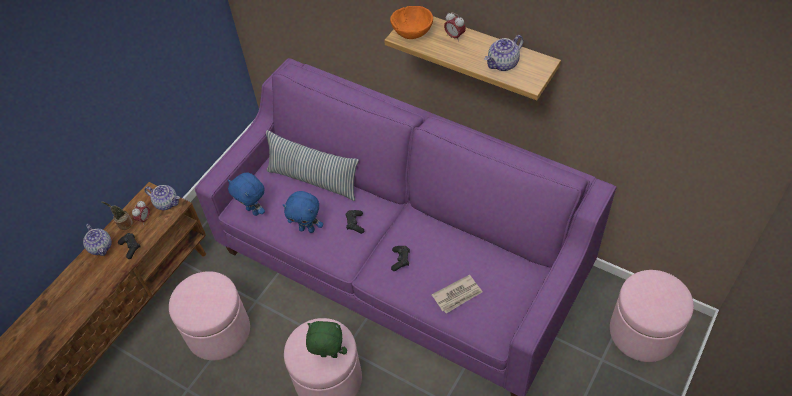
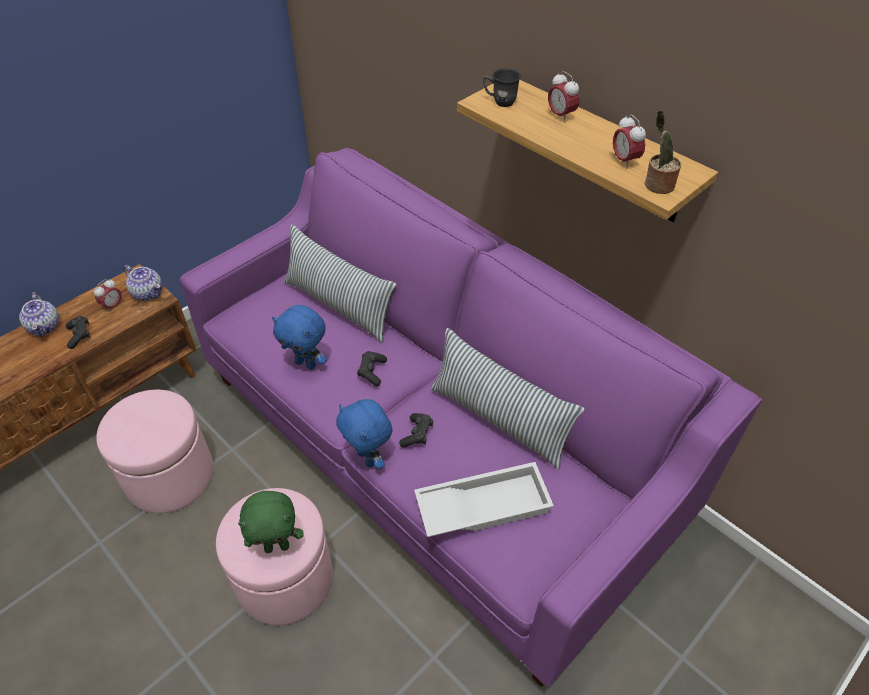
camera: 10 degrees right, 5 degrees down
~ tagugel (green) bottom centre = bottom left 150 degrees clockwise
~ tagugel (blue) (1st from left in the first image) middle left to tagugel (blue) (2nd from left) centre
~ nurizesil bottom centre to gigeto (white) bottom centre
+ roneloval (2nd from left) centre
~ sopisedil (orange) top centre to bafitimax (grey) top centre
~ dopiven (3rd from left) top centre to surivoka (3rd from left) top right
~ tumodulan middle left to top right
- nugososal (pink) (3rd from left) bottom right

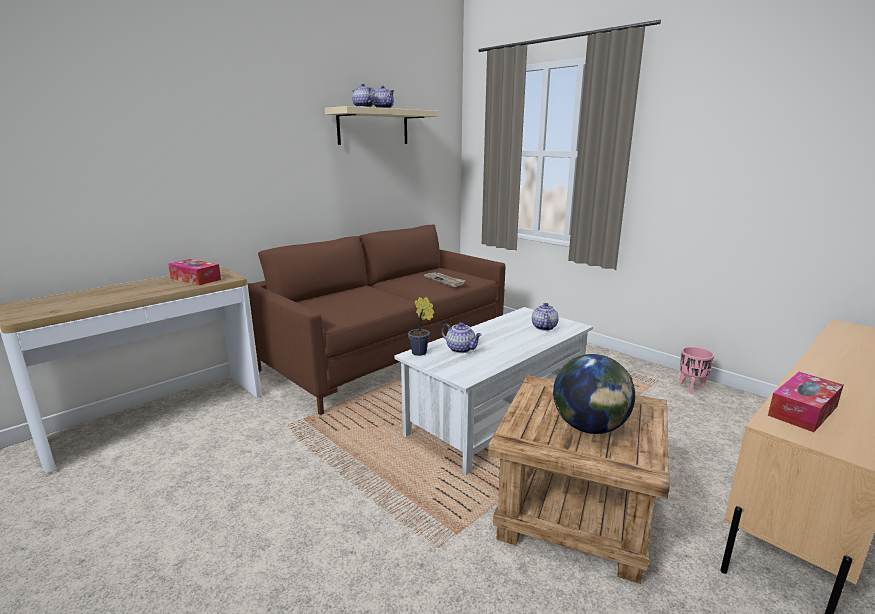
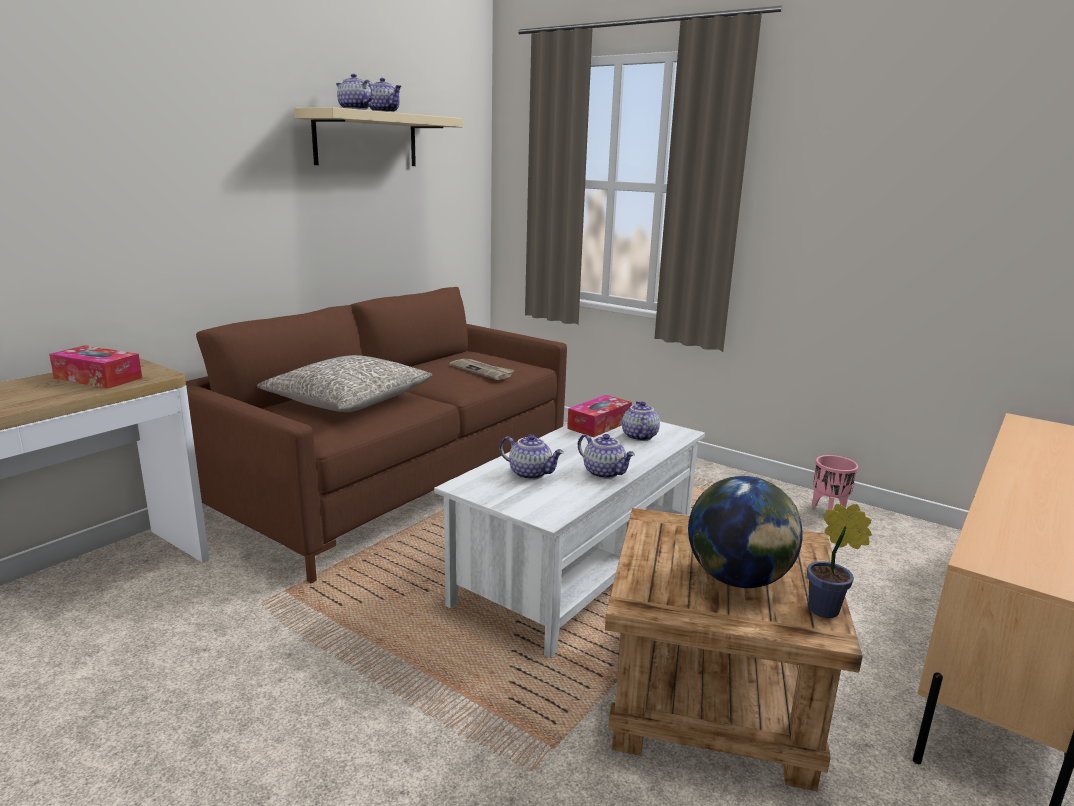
camera: 10 degrees left, 0 degrees up
+ roneloval (grey) middle left
~ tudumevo (2nd from left) middle right to centre
+ dopiven (4th from left) centre
~ tumodulan centre to bottom right

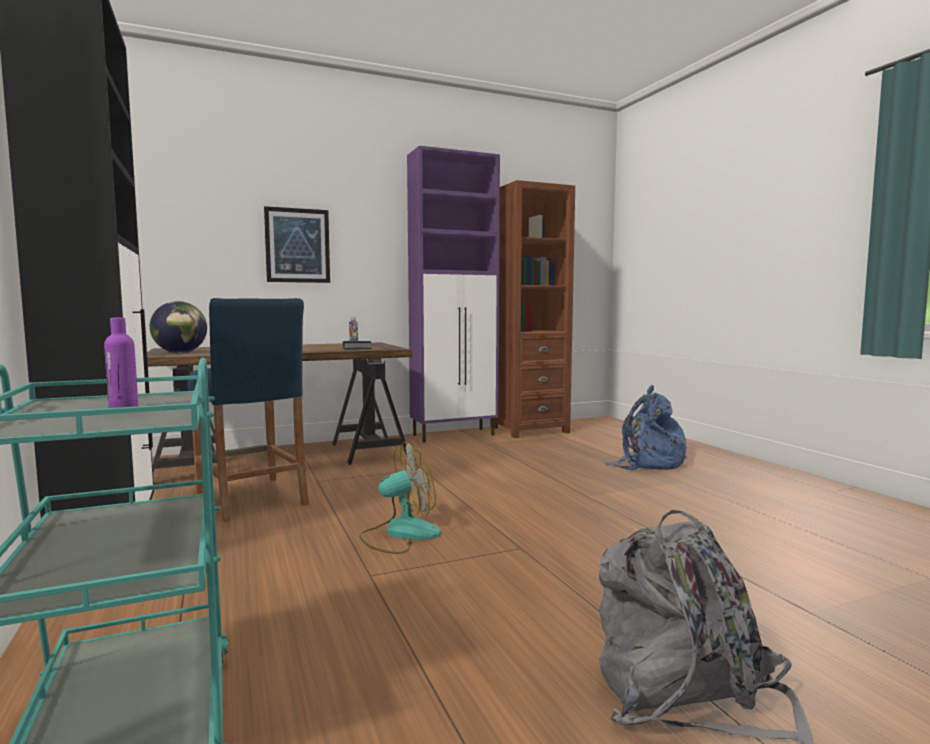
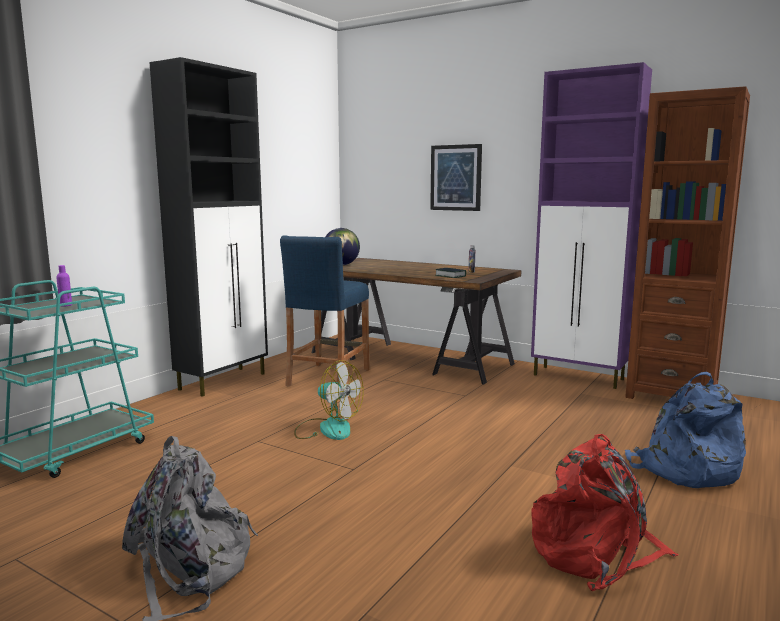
camera: 55 degrees right, 5 degrees up
+ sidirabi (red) bottom right

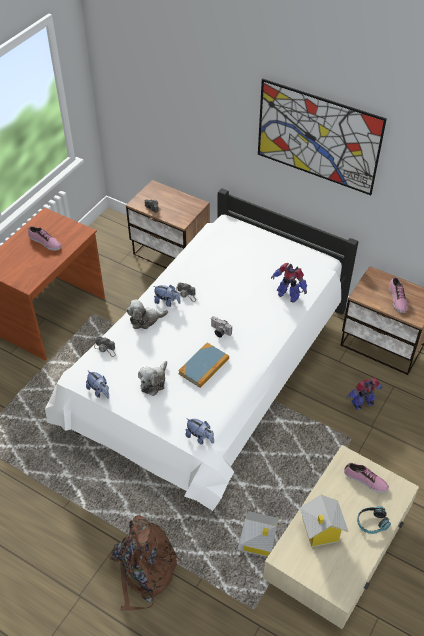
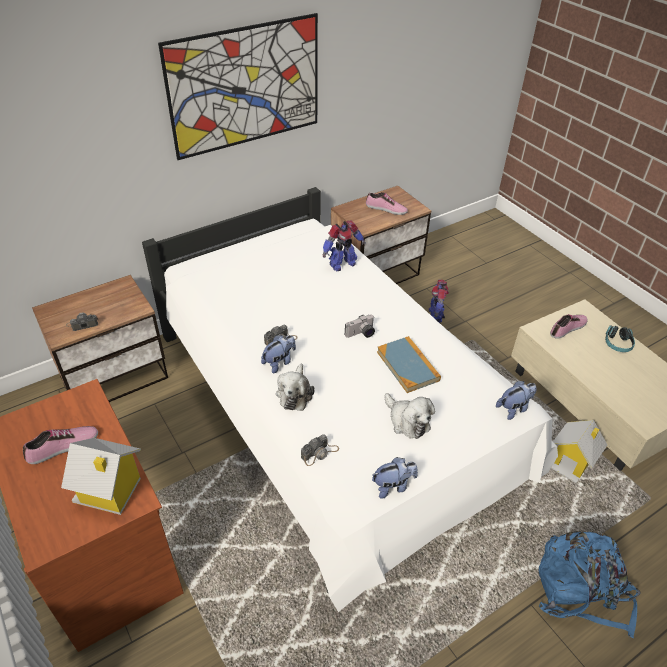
camera: 65 degrees left, 5 degrees down
~ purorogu (2nd from left in the first image) bottom right to purorogu (1st from left) bottom left
~ sidirabi (brown) bottom centre to sidirabi (blue) bottom right

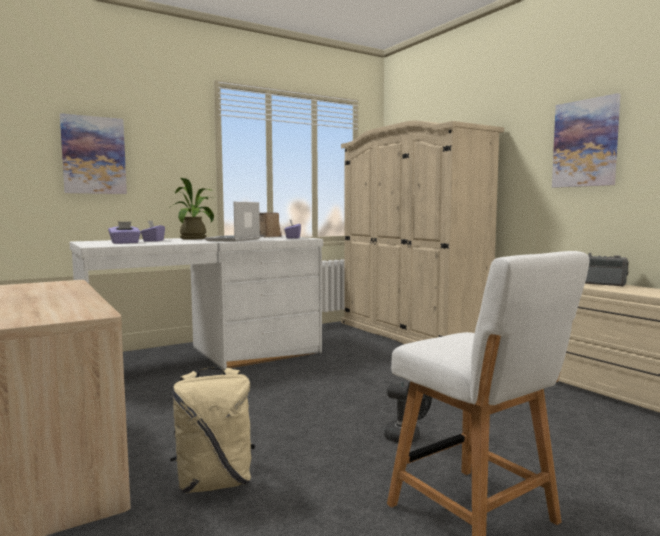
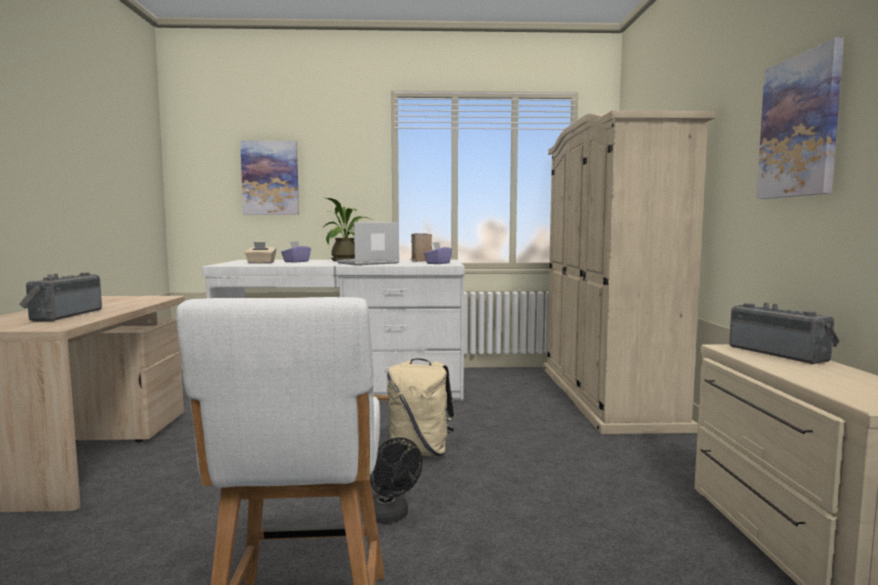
camera: 30 degrees right, 0 degrees up
+ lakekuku (1st from left) middle left
~ tudumevo (purple) (1st from left) middle left to tudumevo (beige) middle left
~ sidirabi (beige) bottom left to bottom centre

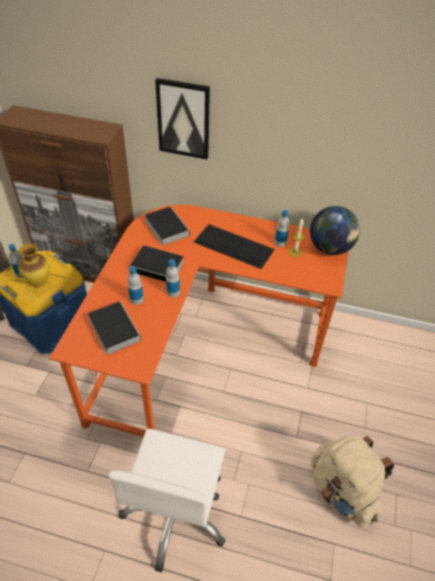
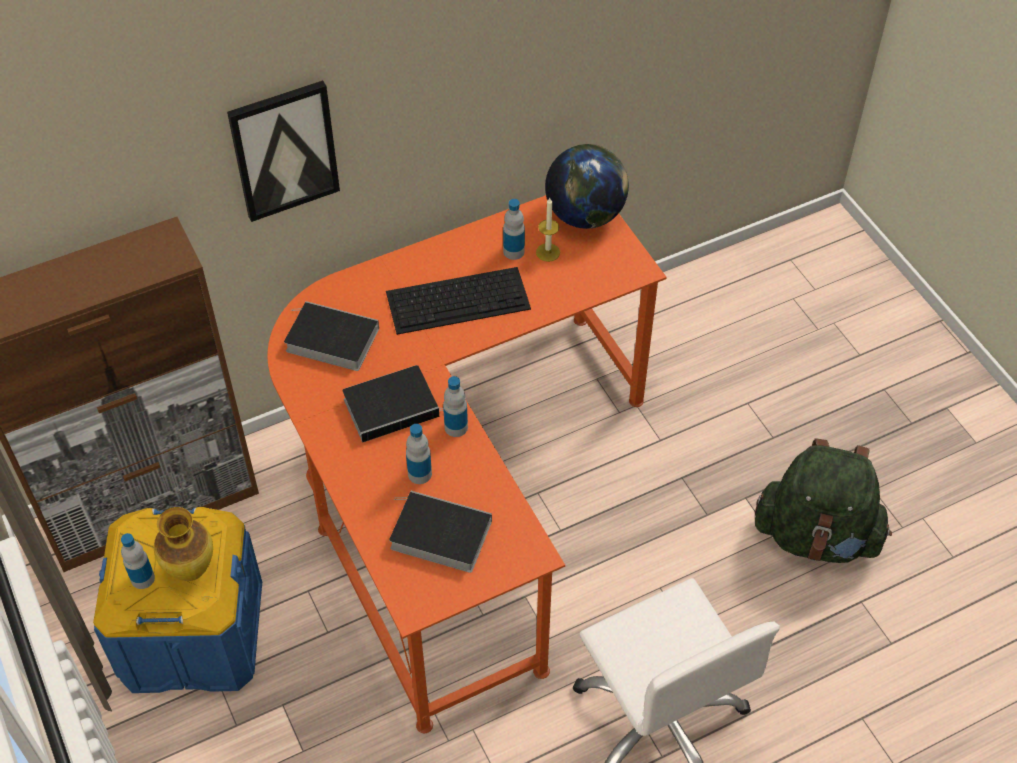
camera: 40 degrees left, 5 degrees up
~ sidirabi (beige) bottom right to sidirabi (green) middle right

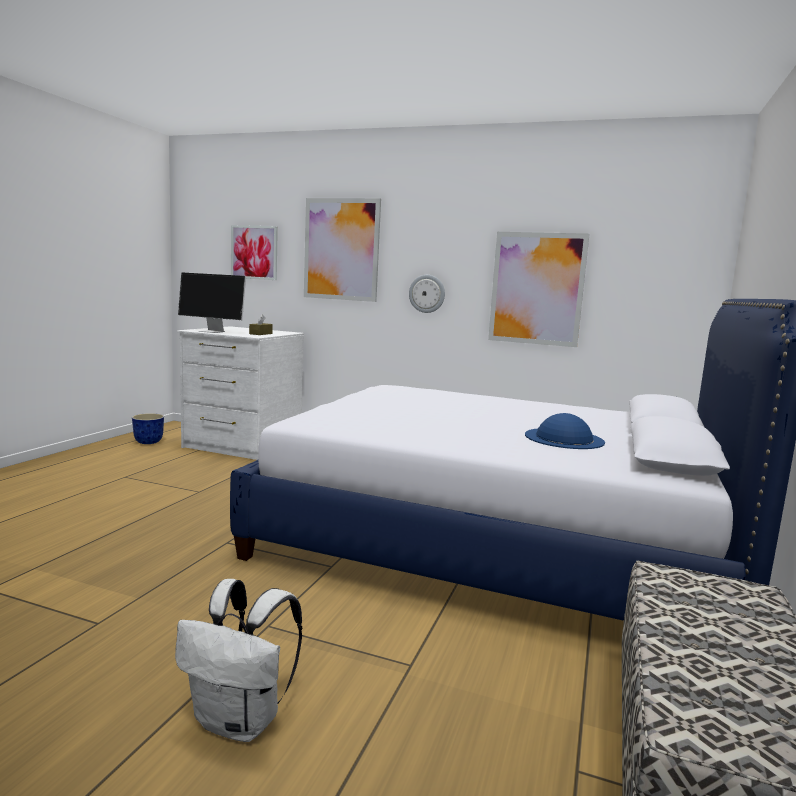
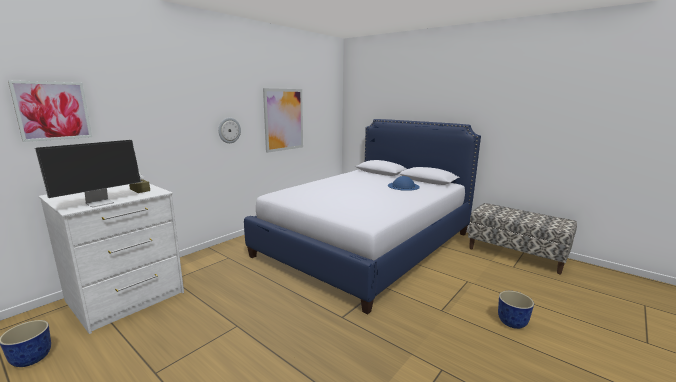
camera: 70 degrees left, 5 degrees up
~ sidirabi (white) bottom left to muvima (2nd from left) bottom right
- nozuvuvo (2nd from left) top centre

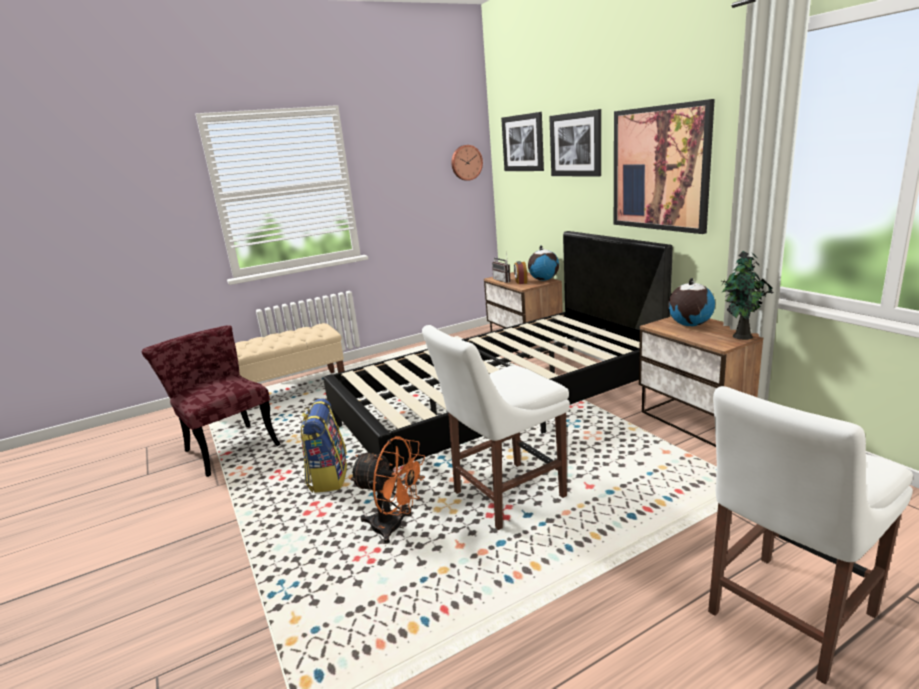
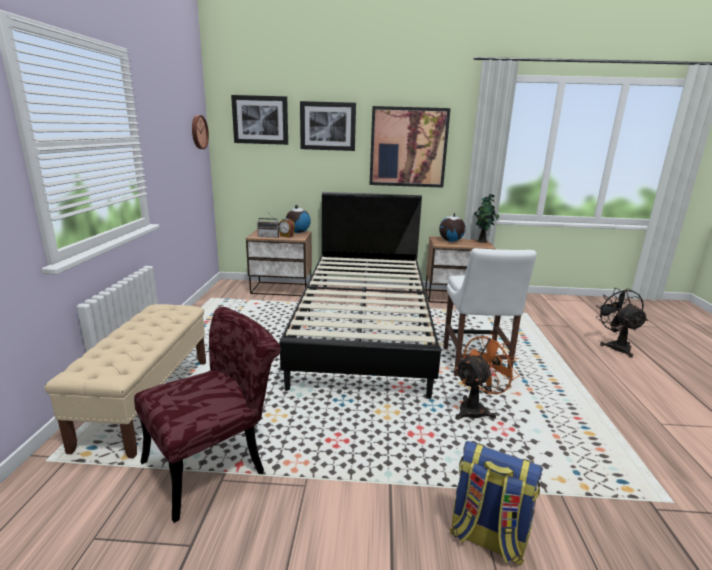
camera: 60 degrees left, 0 degrees up
~ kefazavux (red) middle left = bottom left 150 degrees clockwise
~ sidirabi centre to bottom right
~ kefazavux (white) (2nd from left) bottom right to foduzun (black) middle right

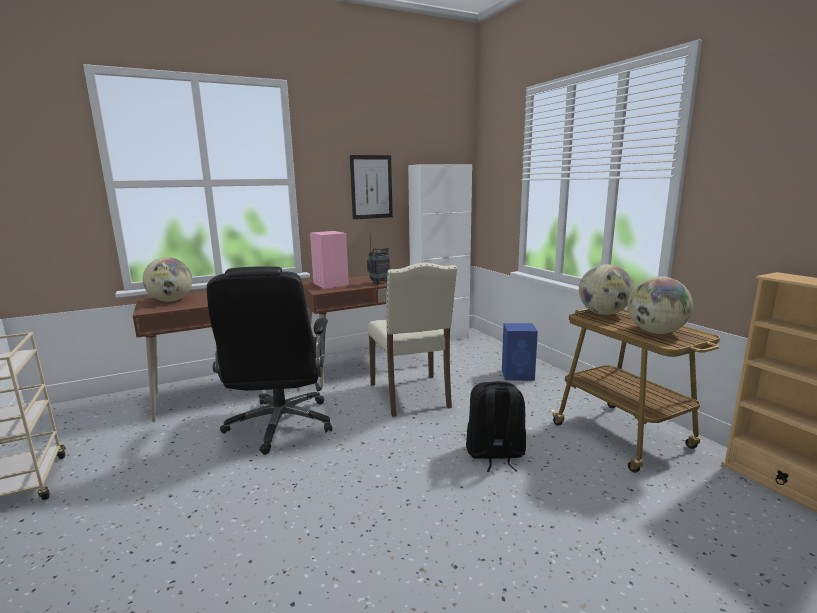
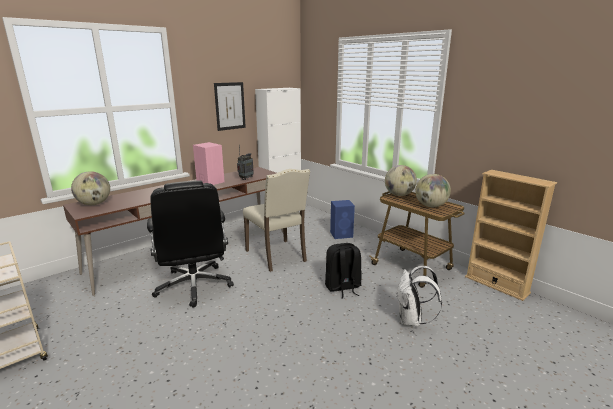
camera: 15 degrees left, 5 degrees up
+ sidirabi (white) bottom right

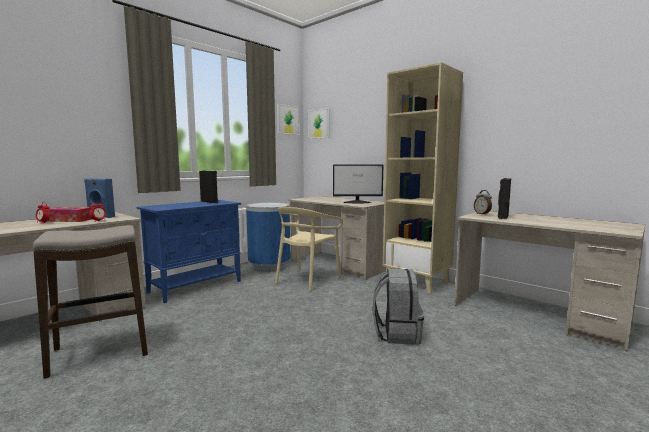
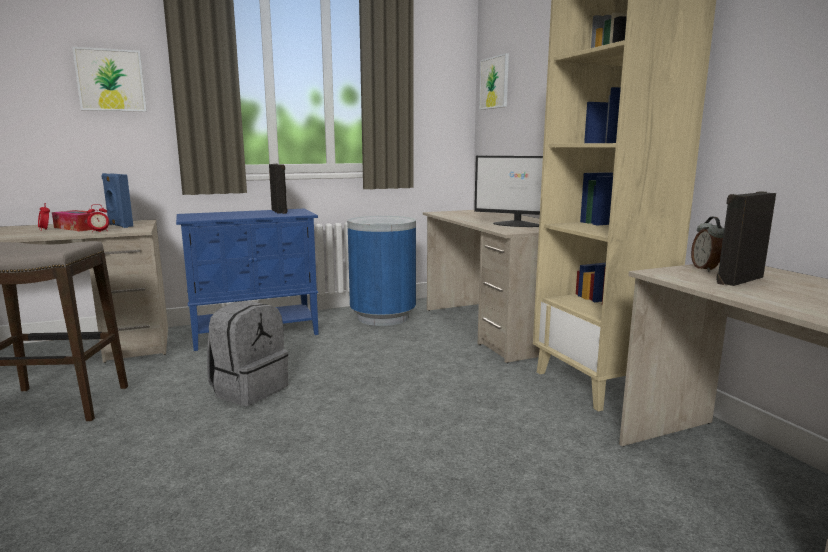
camera: 25 degrees right, 5 degrees up
~ nozuvuvo (1st from left) top centre to top left
~ sidirabi (grey) bottom centre to middle left
- kefazavux (beige) centre

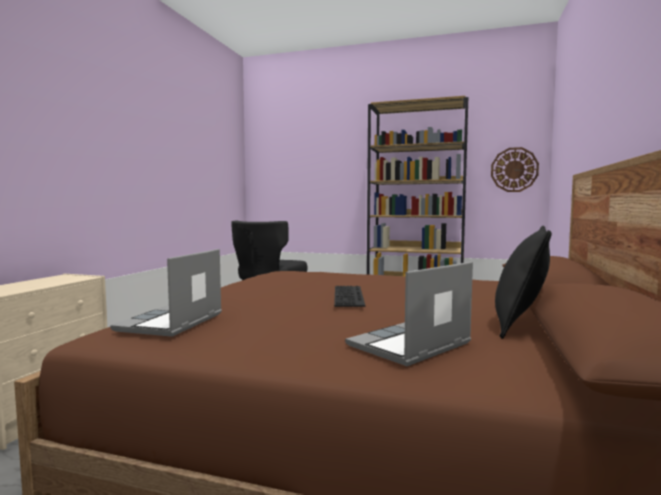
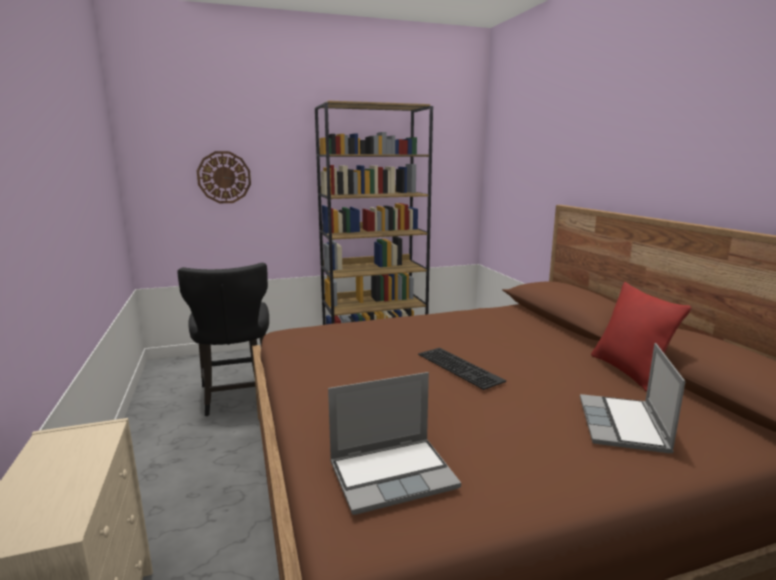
camera: 35 degrees left, 10 degrees up
~ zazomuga middle right to top left
~ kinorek (1st from left) middle left = bottom centre 90 degrees counterclockwise
~ roneloval (black) middle right to roneloval (red) middle right

